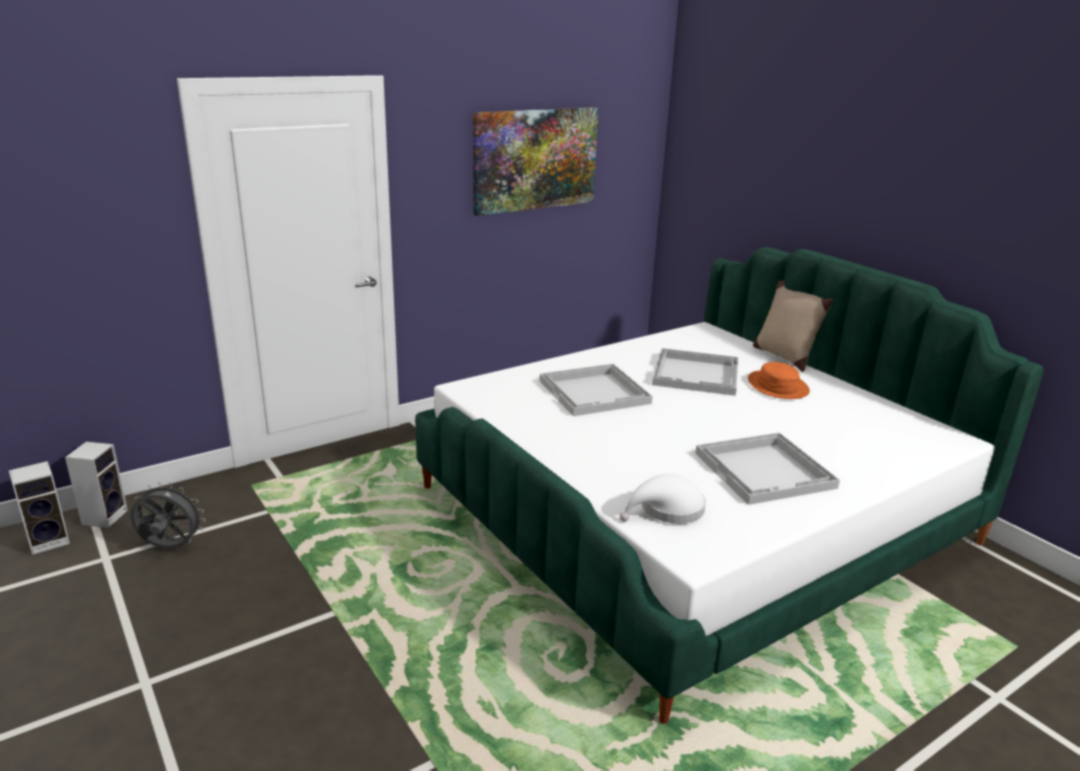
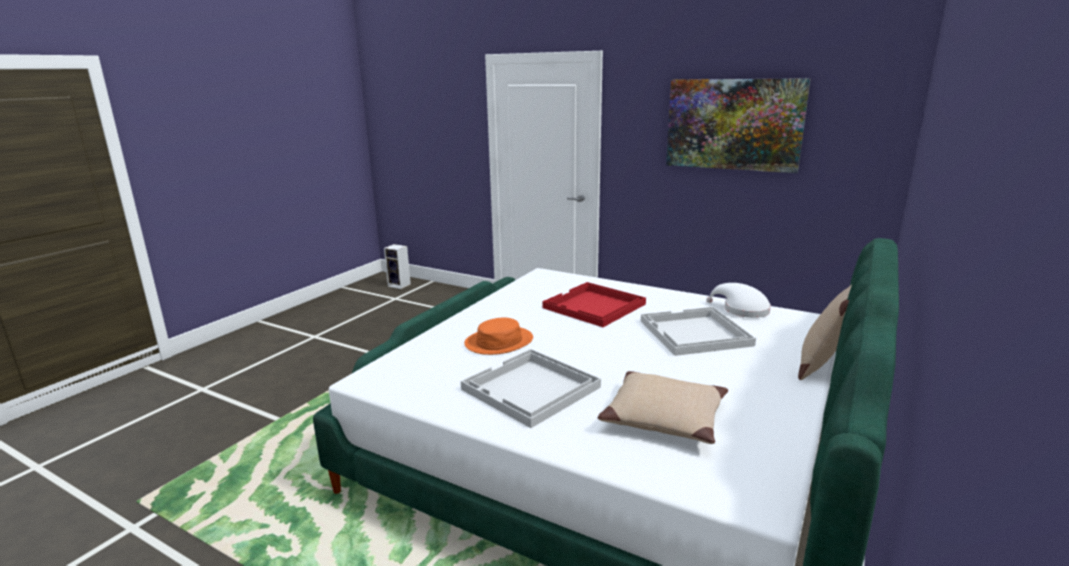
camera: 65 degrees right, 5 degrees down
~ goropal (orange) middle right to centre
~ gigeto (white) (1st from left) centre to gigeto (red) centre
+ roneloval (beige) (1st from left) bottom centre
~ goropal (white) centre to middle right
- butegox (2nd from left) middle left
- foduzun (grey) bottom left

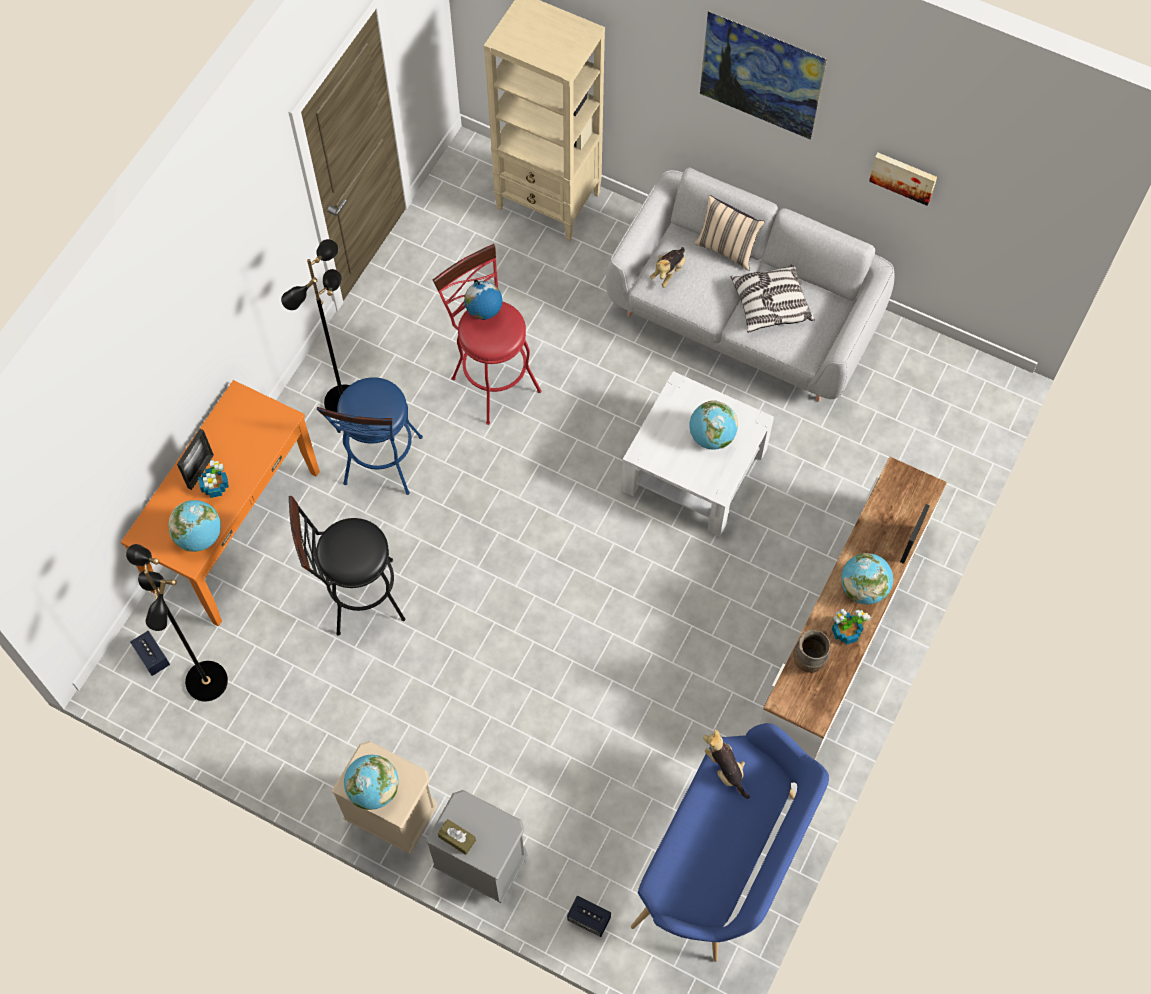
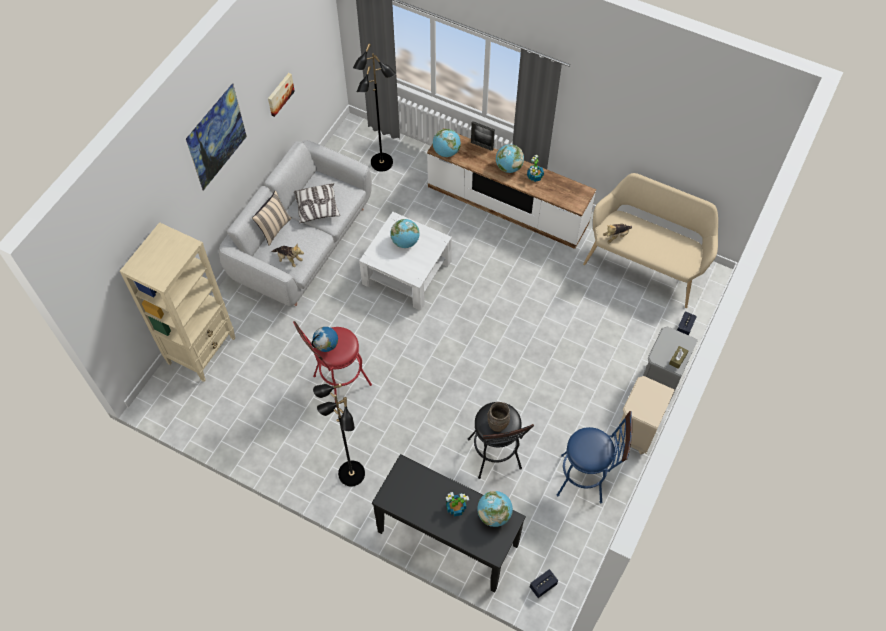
camera: 90 degrees left, 5 degrees down
~ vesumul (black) (1st from left in the first image) middle left to vesumul (black) (2nd from left) top centre
~ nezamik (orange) middle left to nezamik (black) bottom centre
~ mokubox (2nd from left in the first image) bottom left to mokubox (3rd from left) top centre
~ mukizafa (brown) middle right to centre
~ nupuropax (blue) middle left to bottom right
~ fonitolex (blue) bottom centre to fonitolex (beige) middle right
- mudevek (1st from left) middle left

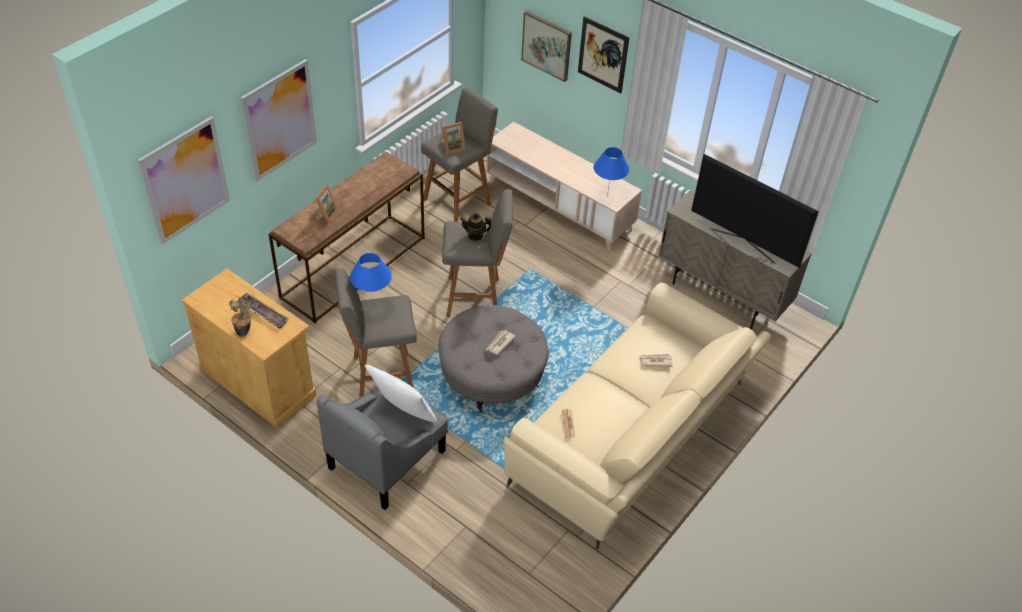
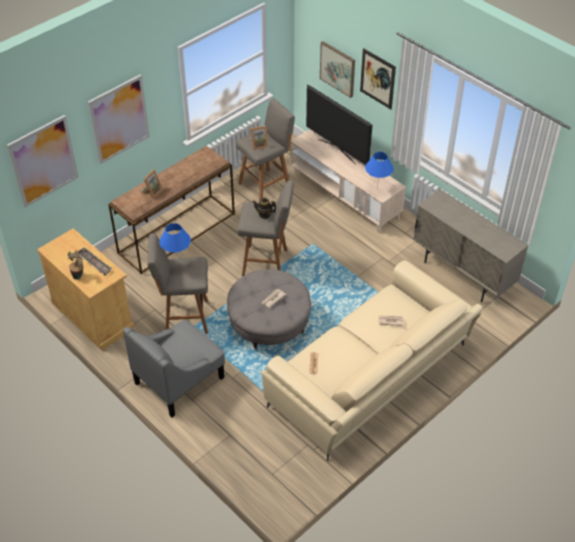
camera: 10 degrees right, 0 degrees up
~ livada middle right to top centre
- roneloval (white) centre

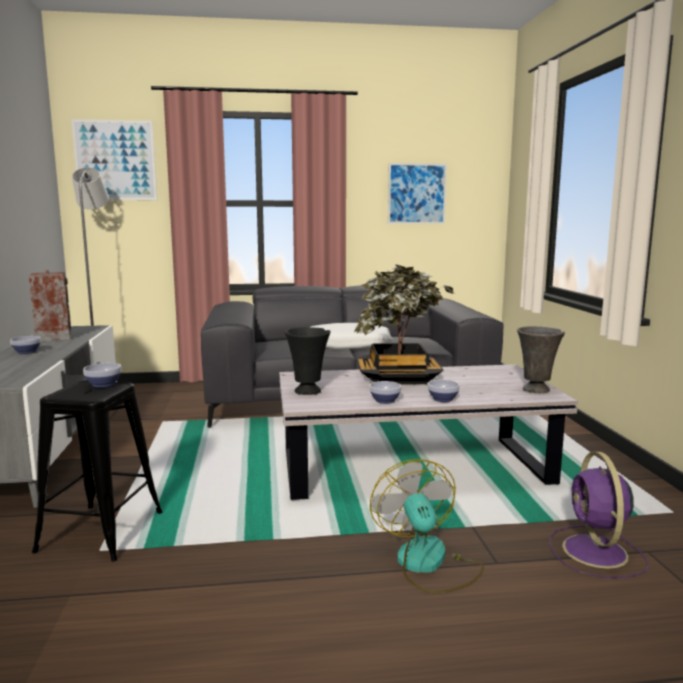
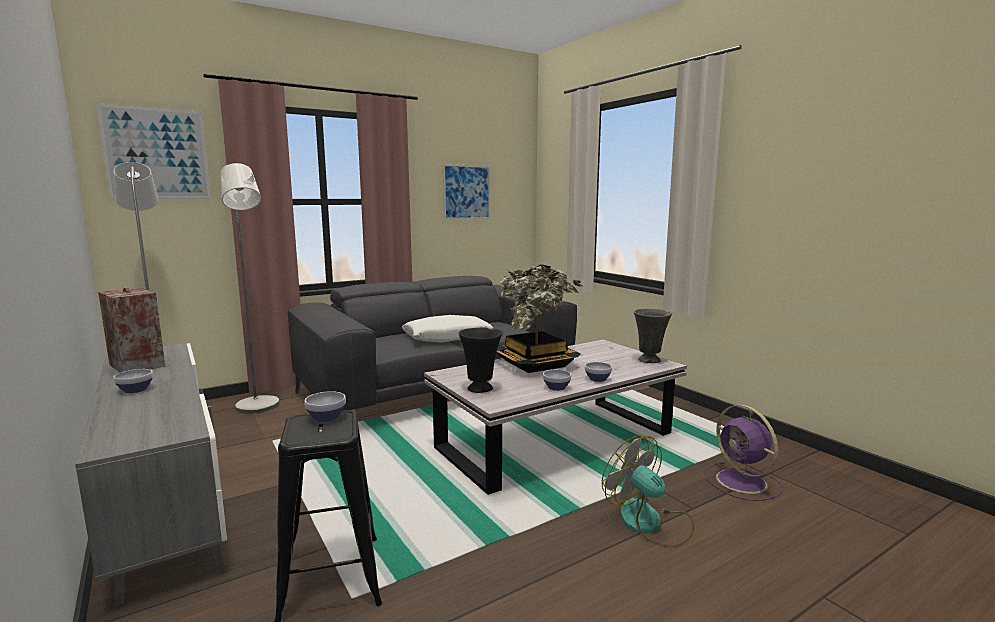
camera: 25 degrees left, 0 degrees up
+ vesumul (grey) (2nd from left) middle left

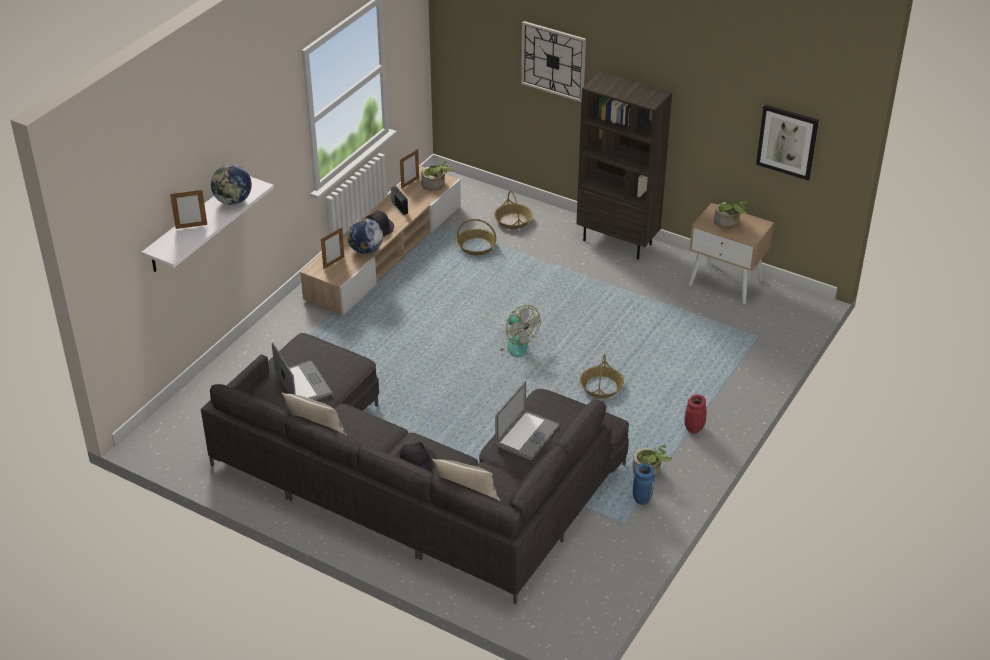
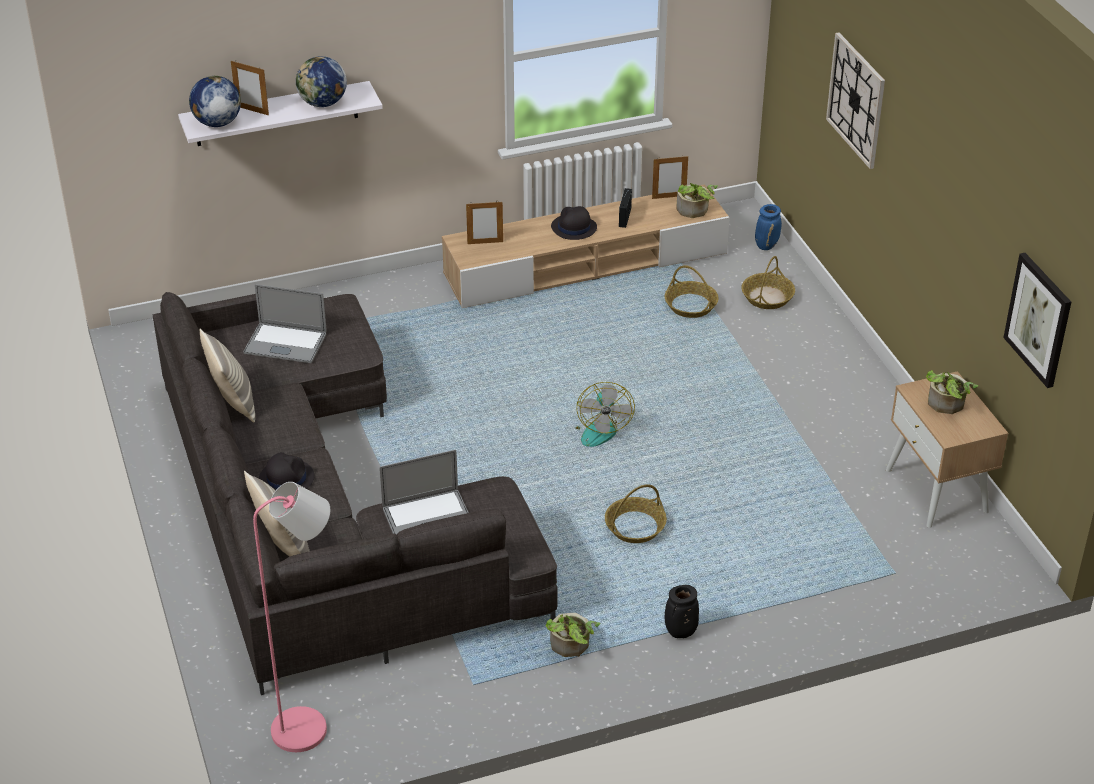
camera: 40 degrees right, 0 degrees up
~ mokubox (2nd from left in the first image) centre to mokubox (1st from left) top left
~ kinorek (1st from left) middle left = middle left 90 degrees clockwise
+ vesumul (pink) bottom left
~ mukizafa (red) middle right to mukizafa (black) bottom centre
~ mukizafa (blue) bottom centre to top right
- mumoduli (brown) top centre

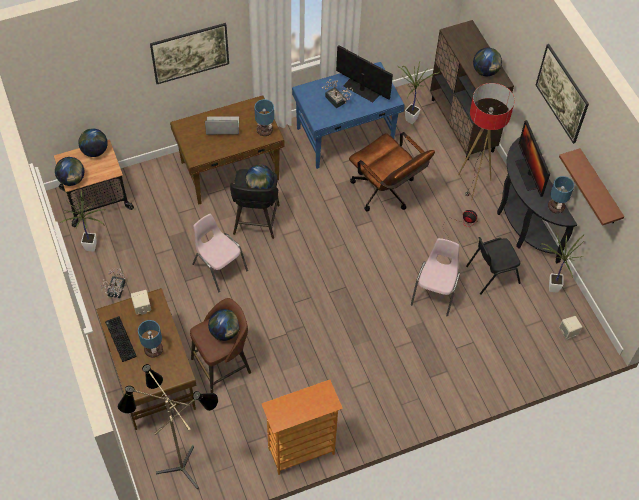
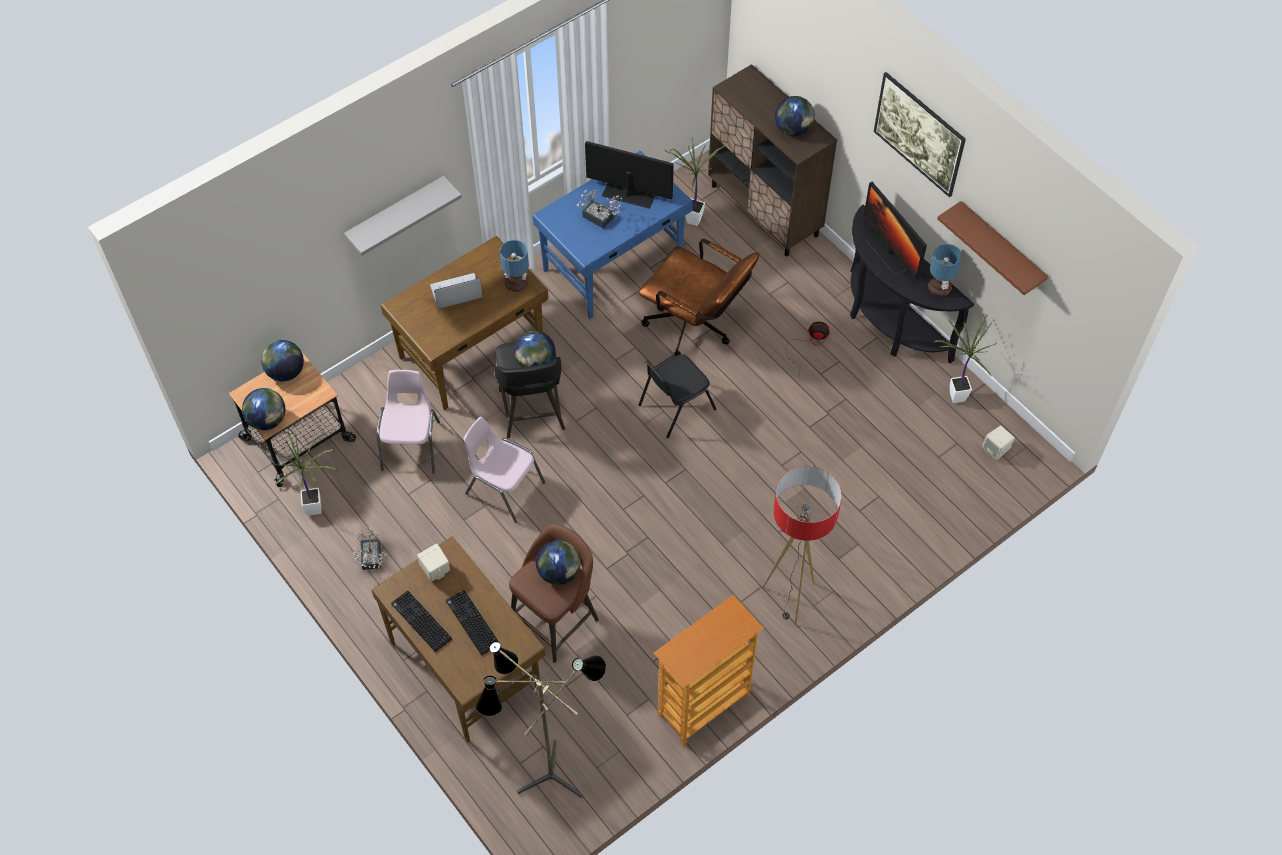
camera: 15 degrees left, 0 degrees up
~ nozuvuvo (1st from left) top left to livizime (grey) top left
~ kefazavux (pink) (2nd from left in the first image) middle right to kefazavux (pink) (1st from left) middle left
~ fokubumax (1st from left) bottom left to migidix (2nd from left) bottom centre
~ kefazavux (black) middle right to centre
~ vesumul (2nd from left) top right to centre

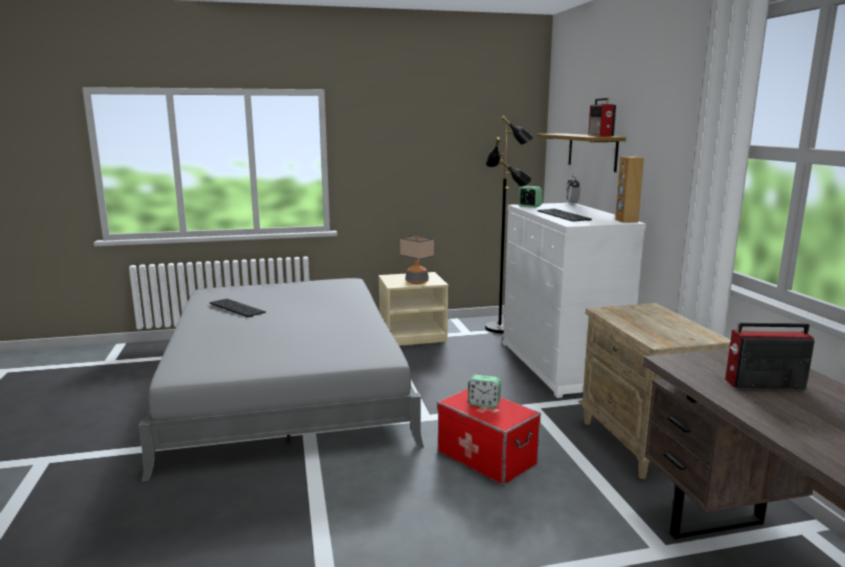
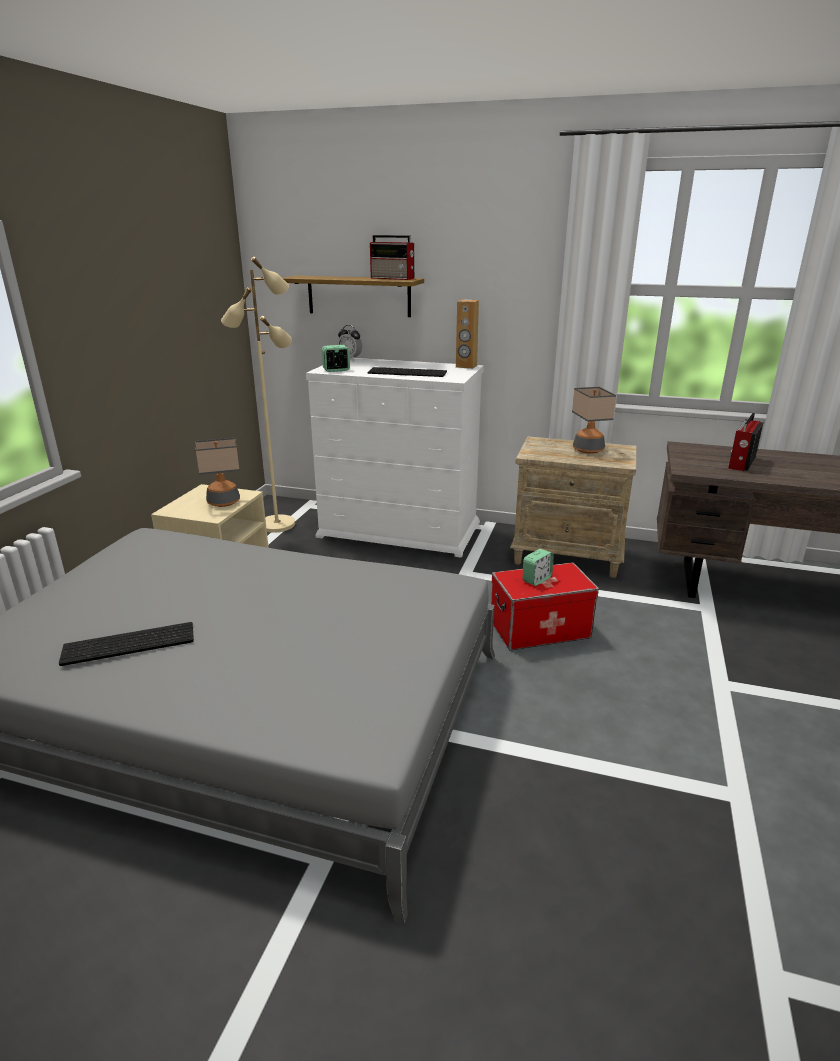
camera: 60 degrees left, 10 degrees up
~ vesumul (black) centre to vesumul (beige) middle left
+ fokubumax (2nd from left) middle right

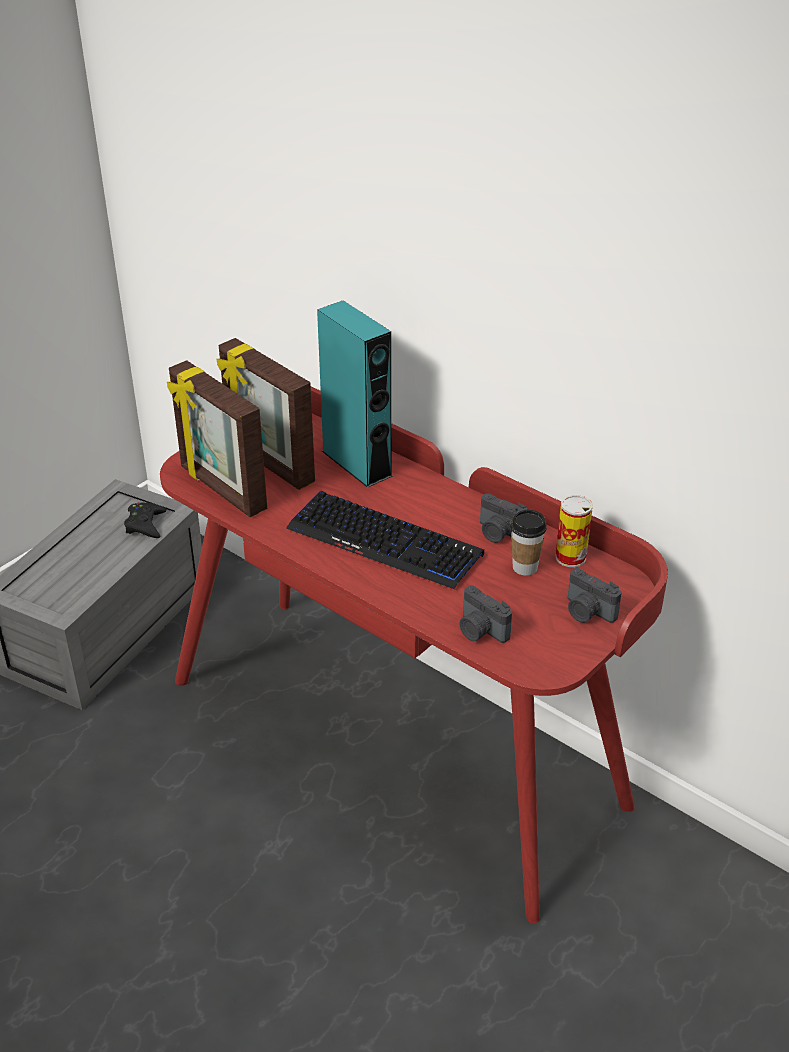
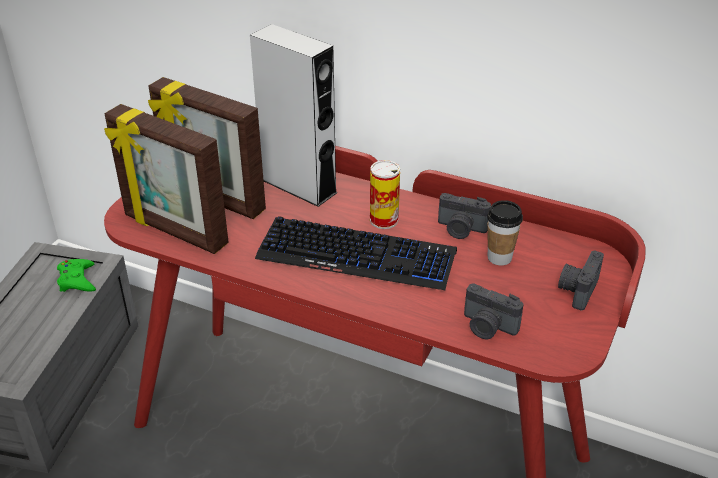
camera: 15 degrees left, 0 degrees up
~ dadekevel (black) middle left to dadekevel (green) middle left
~ butegox (turquoise) centre to butegox (grey) top centre
~ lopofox middle right to centre
~ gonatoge (3rd from left) middle right = middle right 90 degrees clockwise

